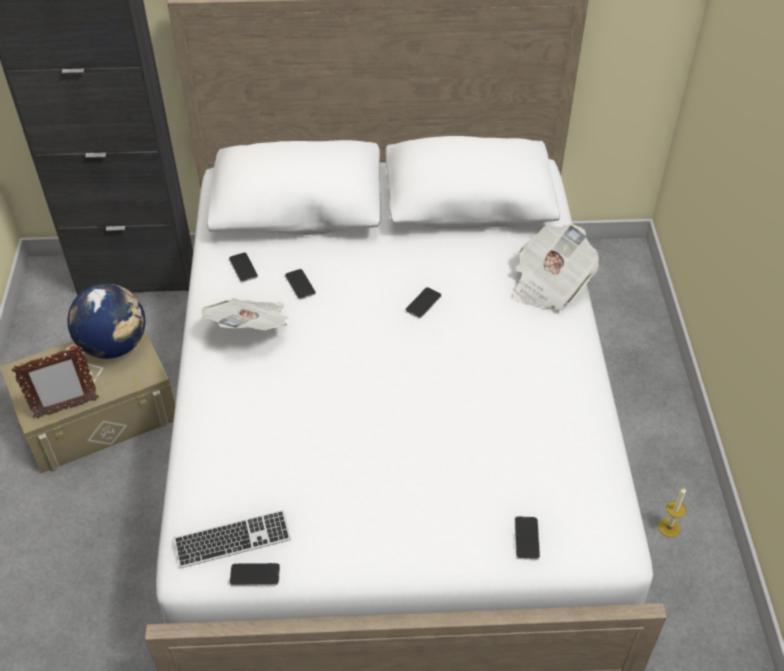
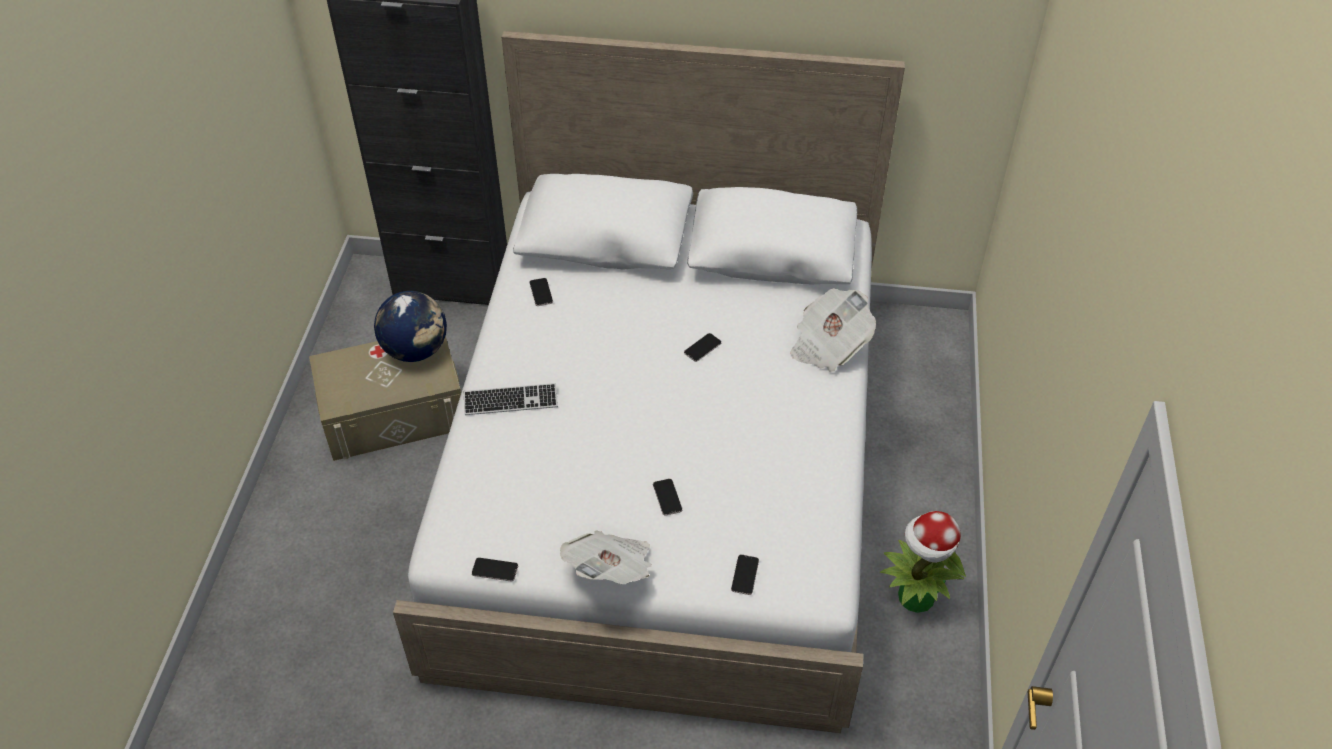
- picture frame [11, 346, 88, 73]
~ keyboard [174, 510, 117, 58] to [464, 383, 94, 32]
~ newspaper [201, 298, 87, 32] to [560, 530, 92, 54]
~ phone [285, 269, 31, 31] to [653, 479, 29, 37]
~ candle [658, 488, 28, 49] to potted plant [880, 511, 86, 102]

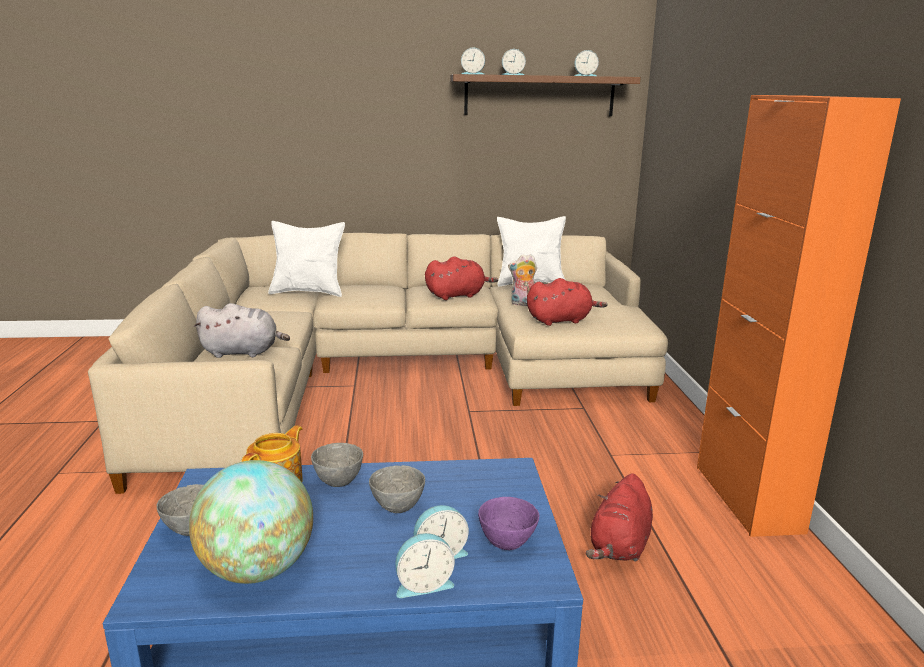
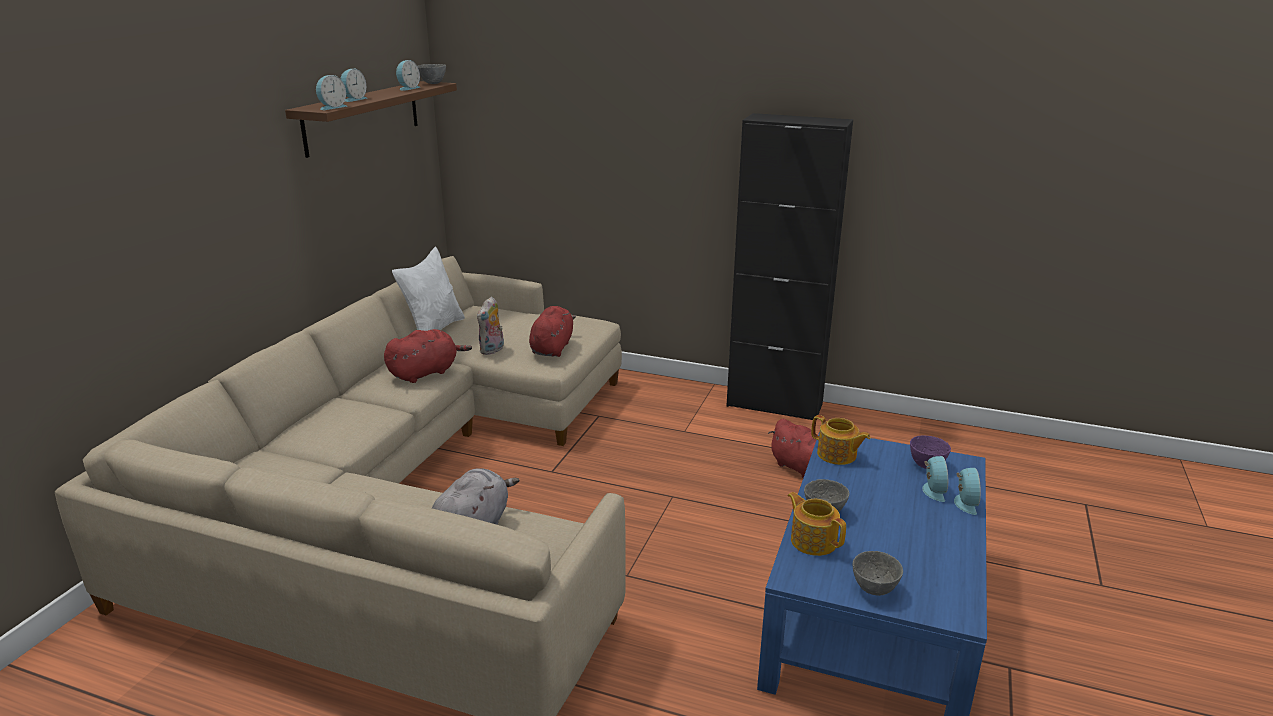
- globe [189, 460, 124, 124]
- white pillow [268, 221, 77, 76]
~ grey bowl [369, 465, 56, 48] to [418, 64, 28, 20]
~ red plush toy [425, 257, 73, 43] = [384, 329, 88, 54] 45 degrees clockwise
~ orange cabinet [697, 95, 204, 442] to black cabinet [726, 113, 127, 308]
+ teapot [811, 415, 60, 50]

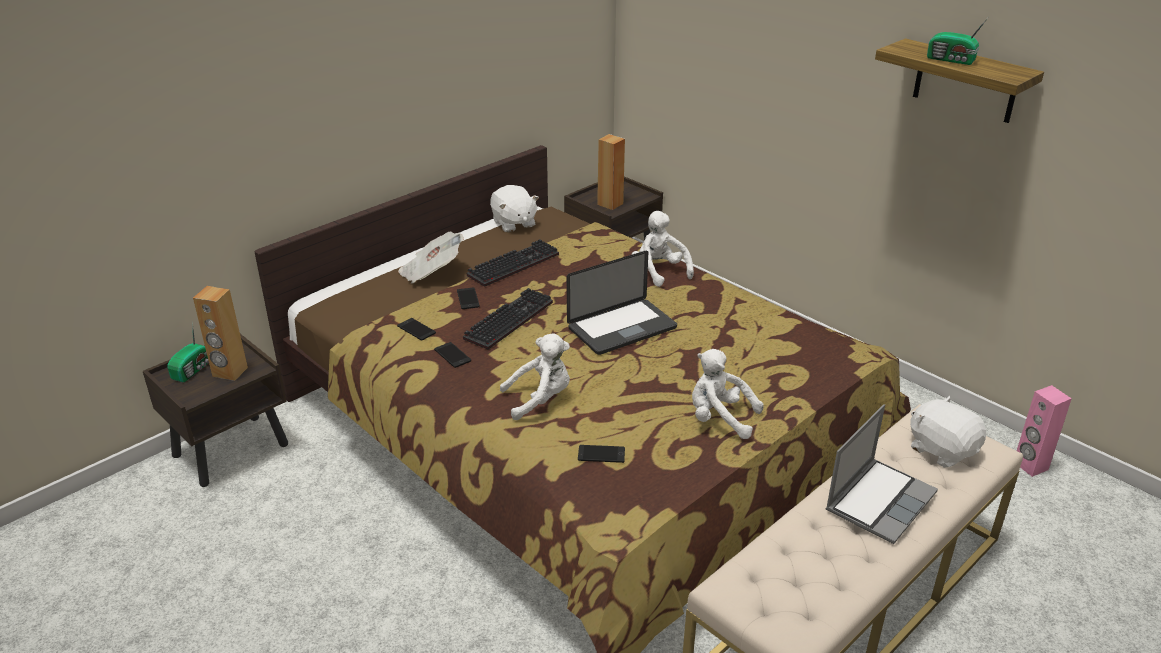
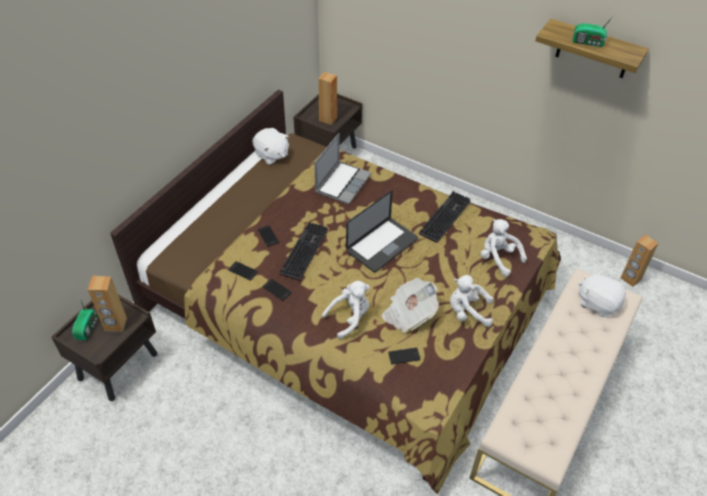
~ newspaper [398, 231, 66, 53] to [382, 278, 57, 55]
~ keyboard [467, 239, 92, 48] to [419, 191, 52, 52]
~ white plush toy [631, 211, 63, 76] to [481, 219, 46, 58]
~ laptop [826, 404, 112, 140] to [314, 133, 57, 71]
~ pink speaker [1017, 385, 55, 92] to brown speaker [620, 234, 38, 53]

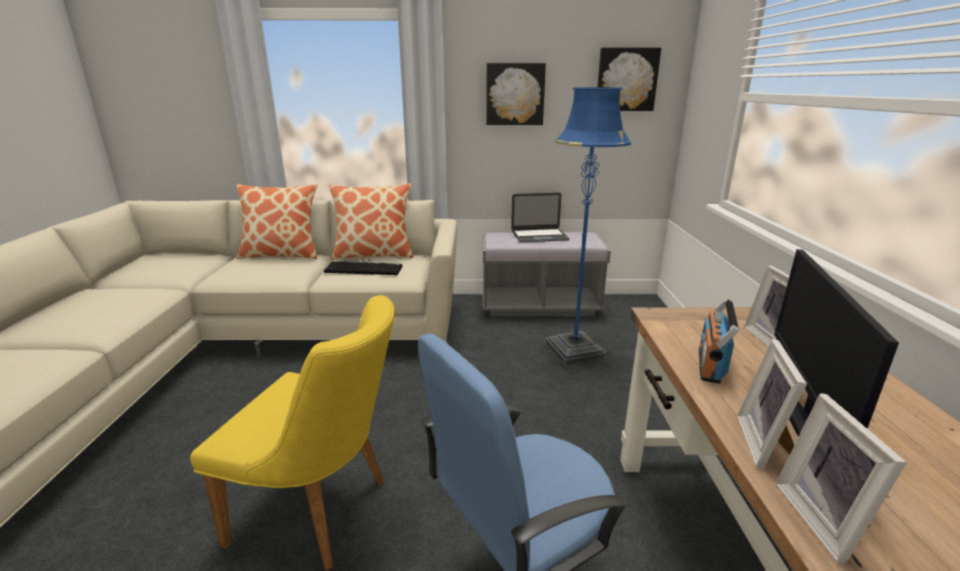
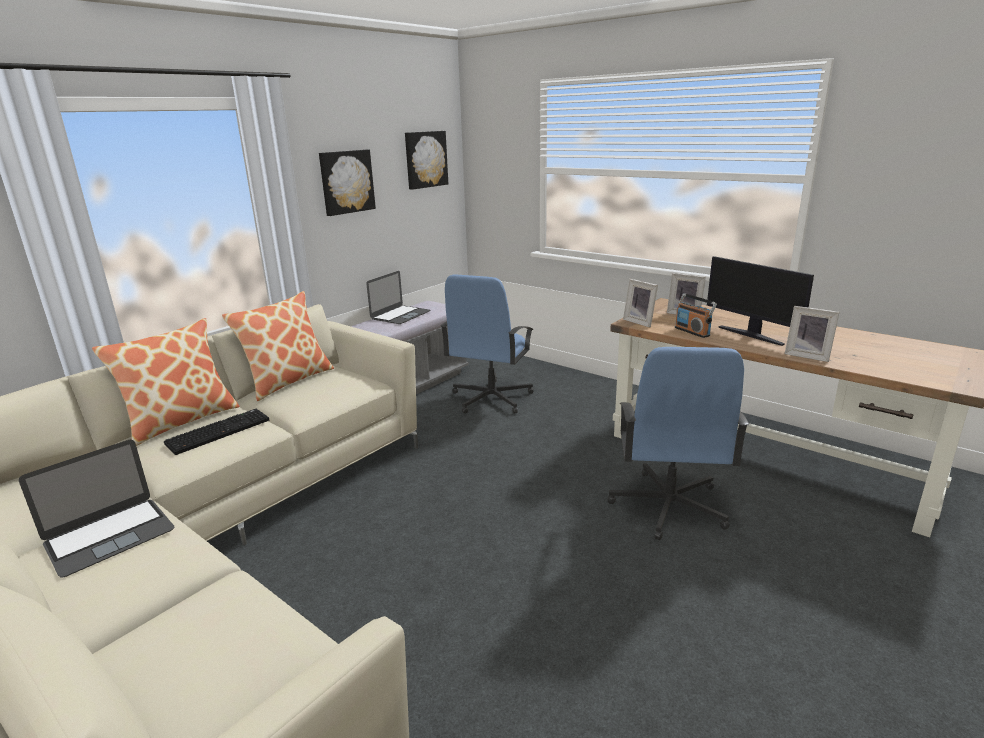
- yellow chair [190, 295, 204, 276]
~ keyboard [324, 261, 79, 14] to [164, 409, 105, 46]
~ blue floor lamp [545, 87, 86, 279] to blue office chair [440, 275, 94, 139]
~ picture frame [737, 339, 70, 130] to [623, 279, 35, 48]
+ laptop [19, 439, 155, 139]

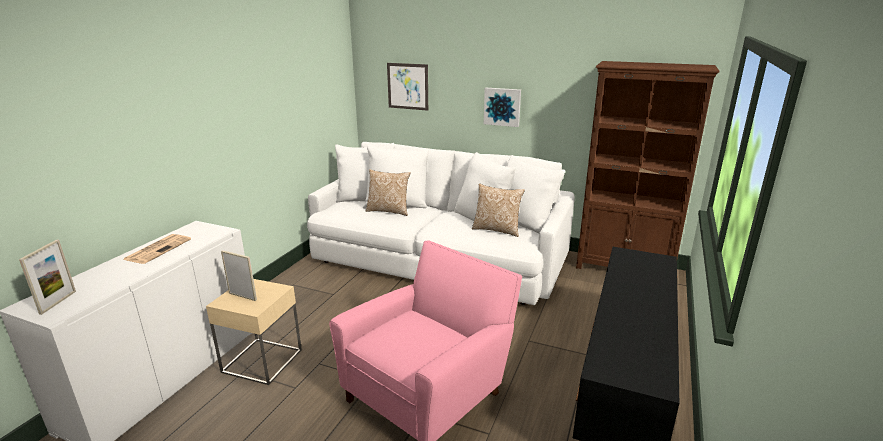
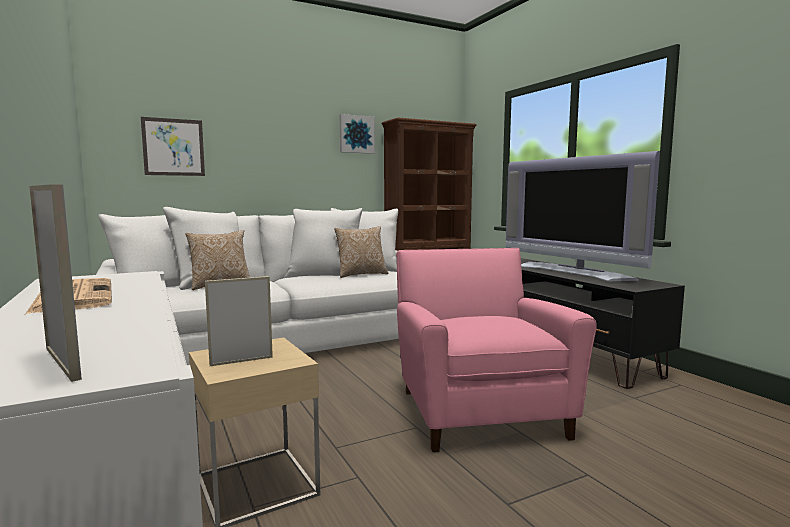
~ picture [484, 88, 37, 39] to [340, 114, 35, 40]
+ television [506, 151, 154, 130]

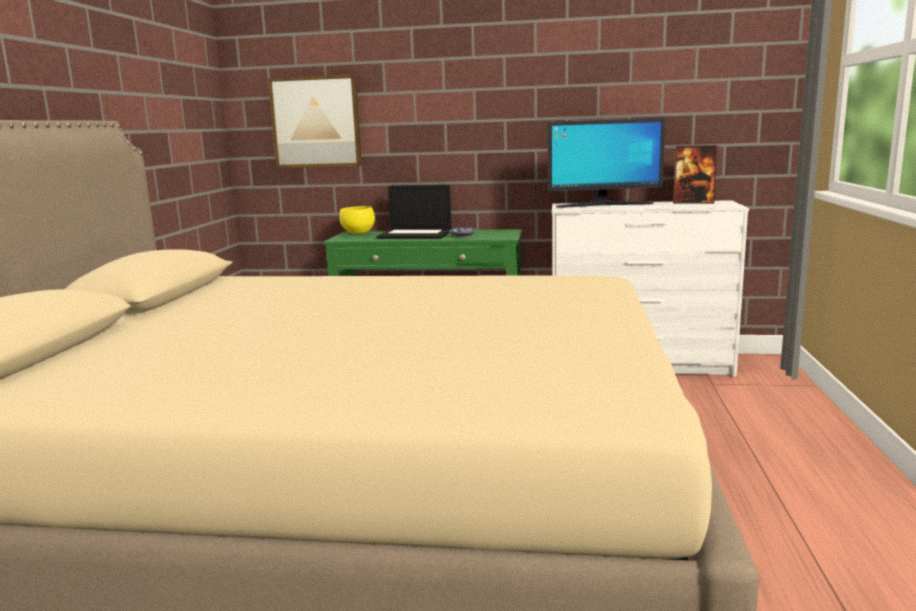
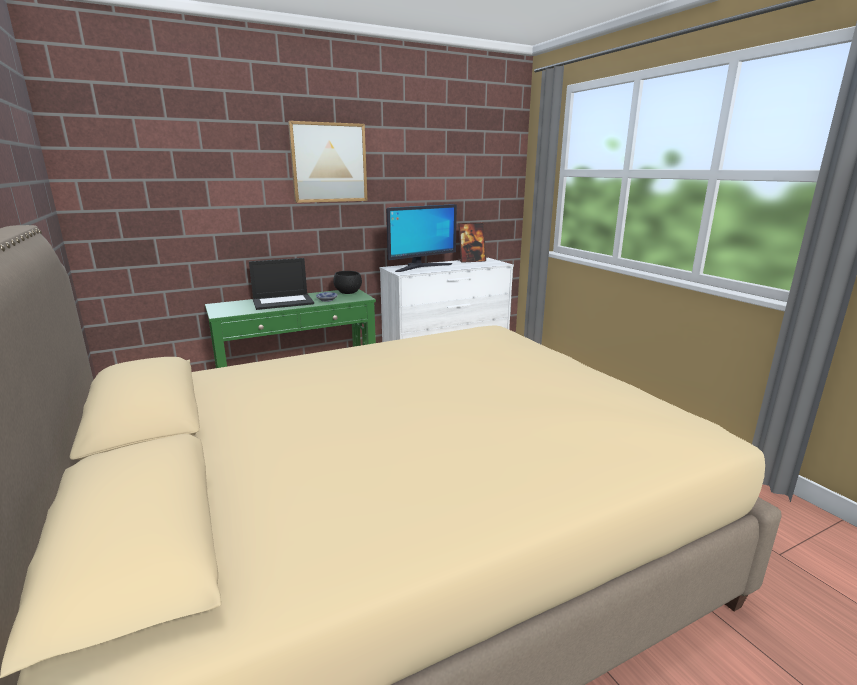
~ picture [268, 74, 94, 94] to [288, 121, 80, 82]
- yellow bowl [339, 206, 36, 28]
+ black bowl [333, 271, 29, 23]

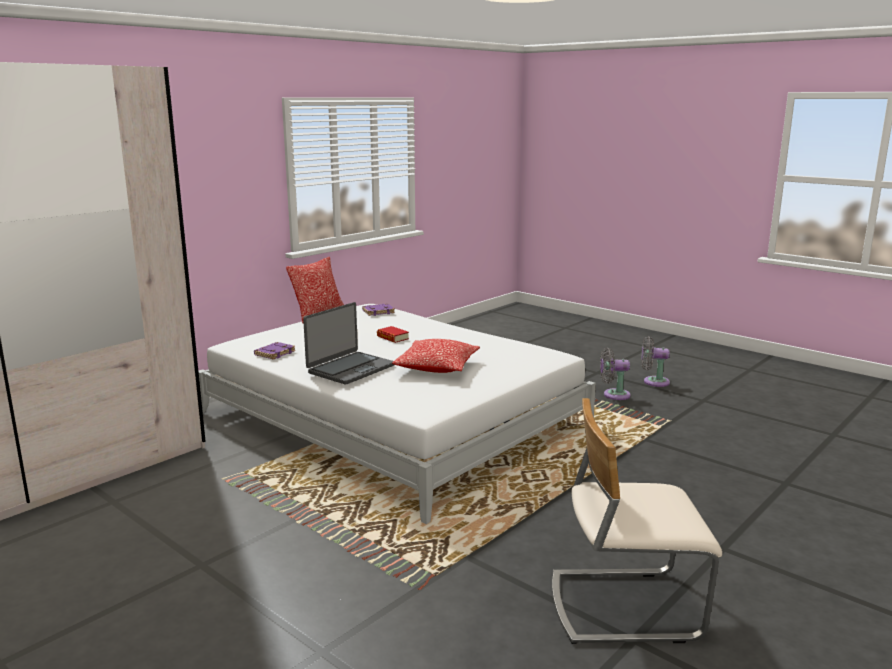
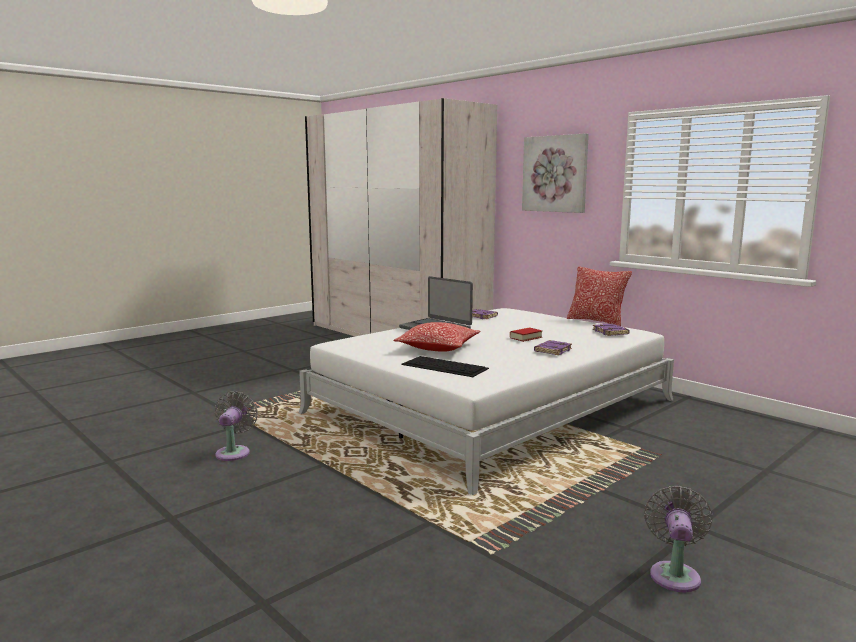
- beige chair [552, 398, 170, 246]
~ grey fan [600, 348, 31, 52] to [215, 391, 43, 70]
+ keyboard [401, 356, 88, 21]
+ picture [522, 134, 67, 79]
+ purple book [534, 340, 38, 15]

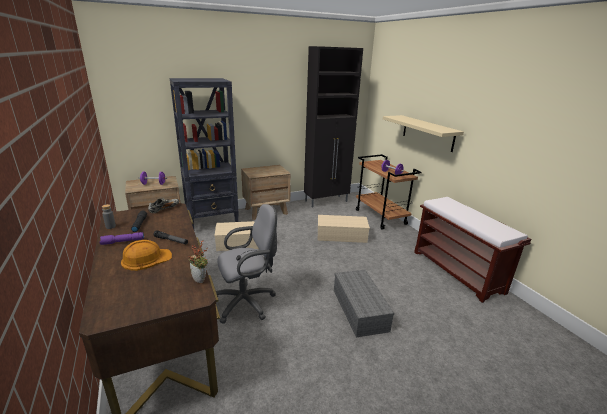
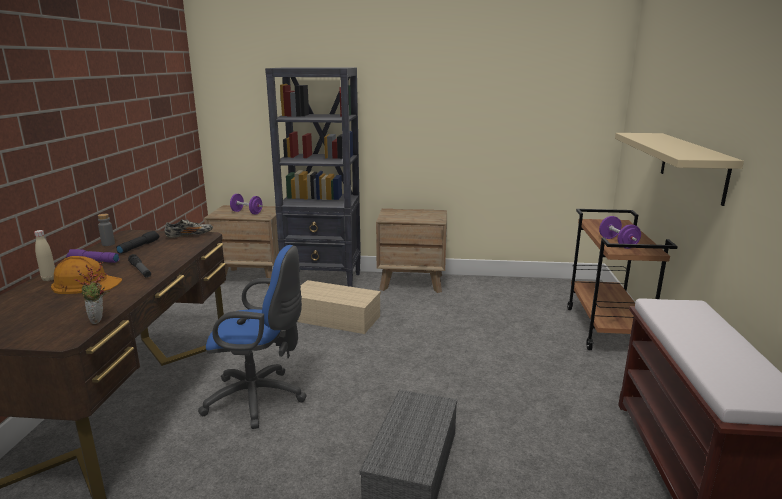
~ grey office chair [216, 204, 61, 120] to blue office chair [198, 245, 109, 184]
- black cabinet [304, 46, 59, 161]
- beige storage box [318, 215, 52, 28]
+ beige bottle [34, 230, 21, 51]

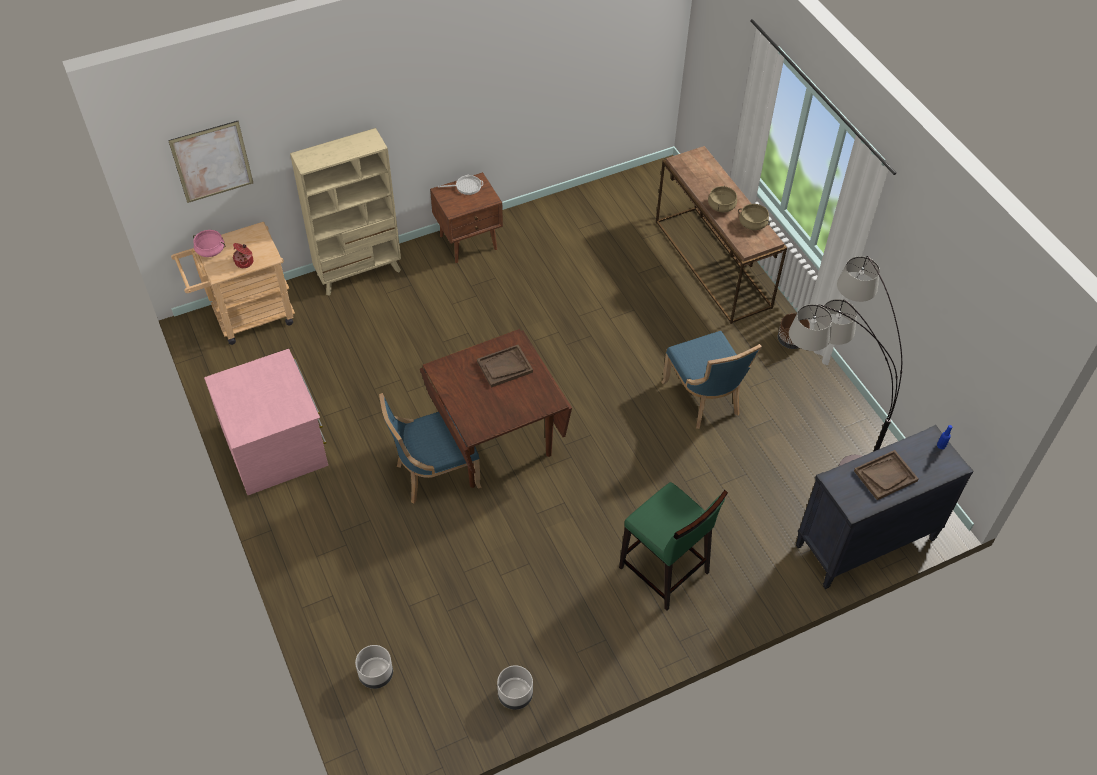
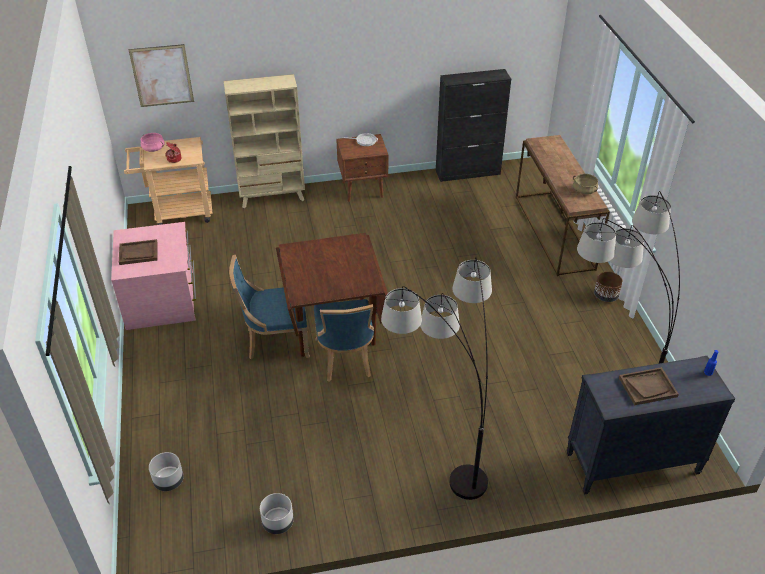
~ brown tray [477, 345, 56, 43] to [119, 239, 39, 26]
~ green stool [619, 482, 109, 129] to floor lamp [381, 257, 111, 243]
~ blue chair [661, 331, 101, 98] to [314, 299, 60, 83]
- beige cooking pot [708, 185, 29, 27]
+ black cabinet [436, 69, 75, 113]

